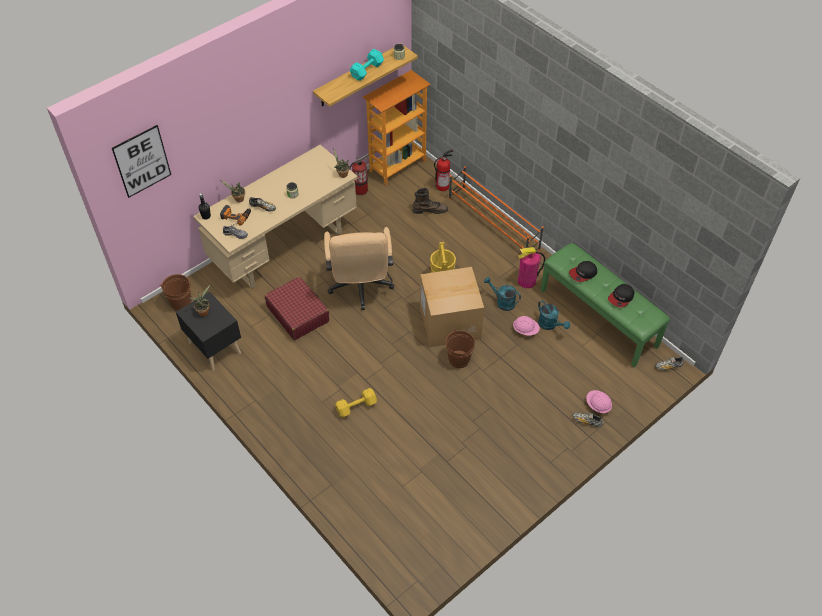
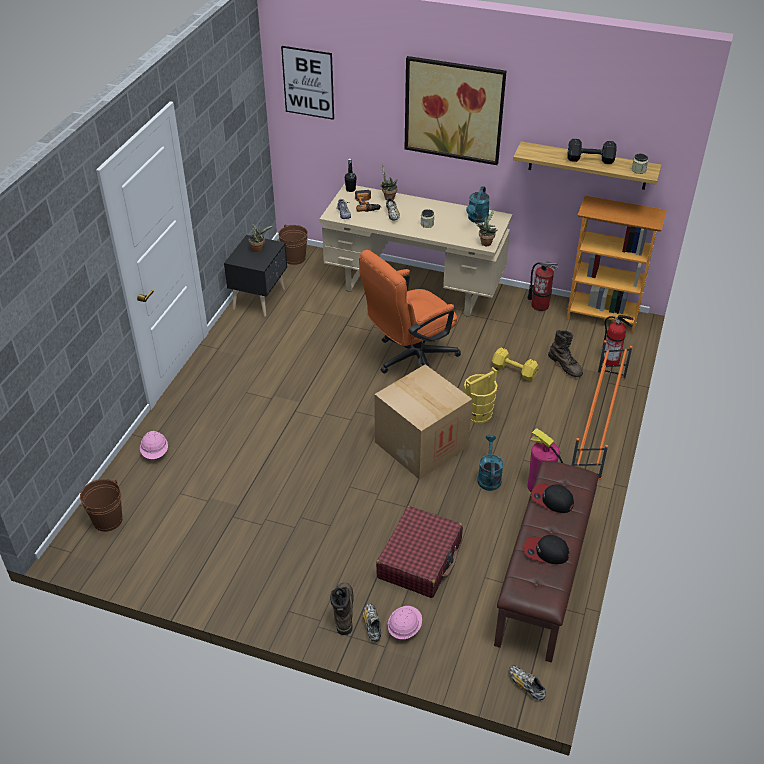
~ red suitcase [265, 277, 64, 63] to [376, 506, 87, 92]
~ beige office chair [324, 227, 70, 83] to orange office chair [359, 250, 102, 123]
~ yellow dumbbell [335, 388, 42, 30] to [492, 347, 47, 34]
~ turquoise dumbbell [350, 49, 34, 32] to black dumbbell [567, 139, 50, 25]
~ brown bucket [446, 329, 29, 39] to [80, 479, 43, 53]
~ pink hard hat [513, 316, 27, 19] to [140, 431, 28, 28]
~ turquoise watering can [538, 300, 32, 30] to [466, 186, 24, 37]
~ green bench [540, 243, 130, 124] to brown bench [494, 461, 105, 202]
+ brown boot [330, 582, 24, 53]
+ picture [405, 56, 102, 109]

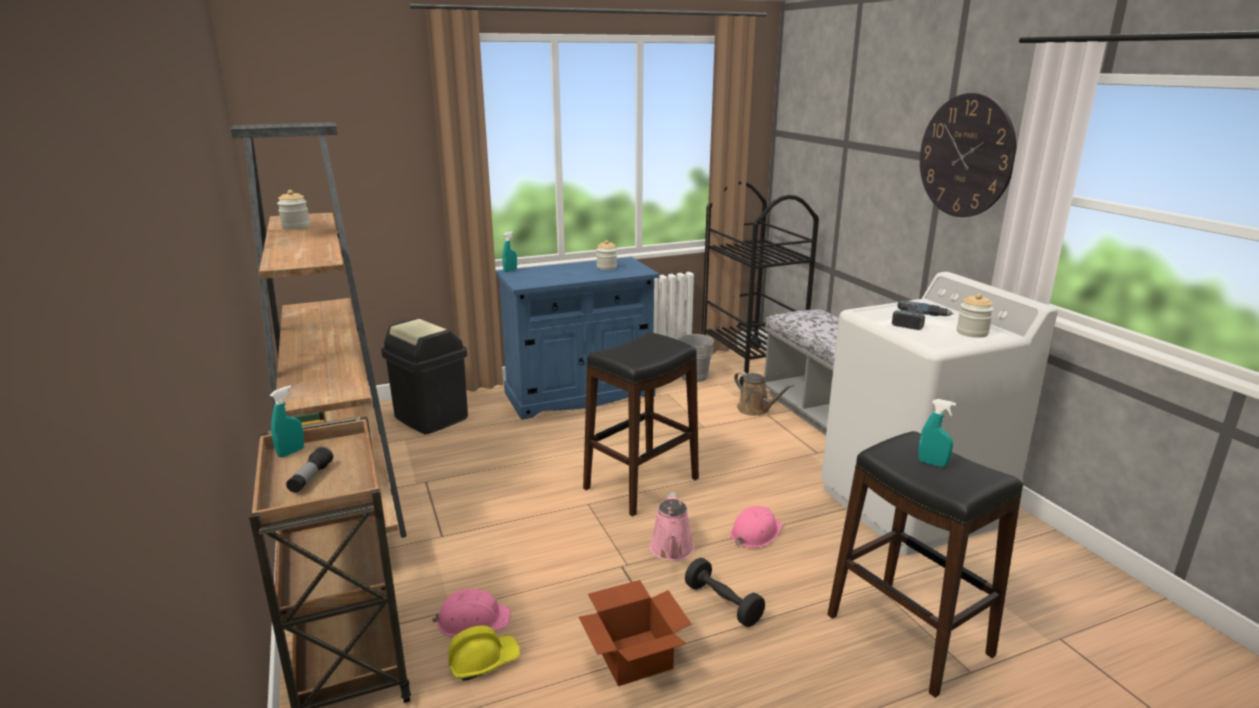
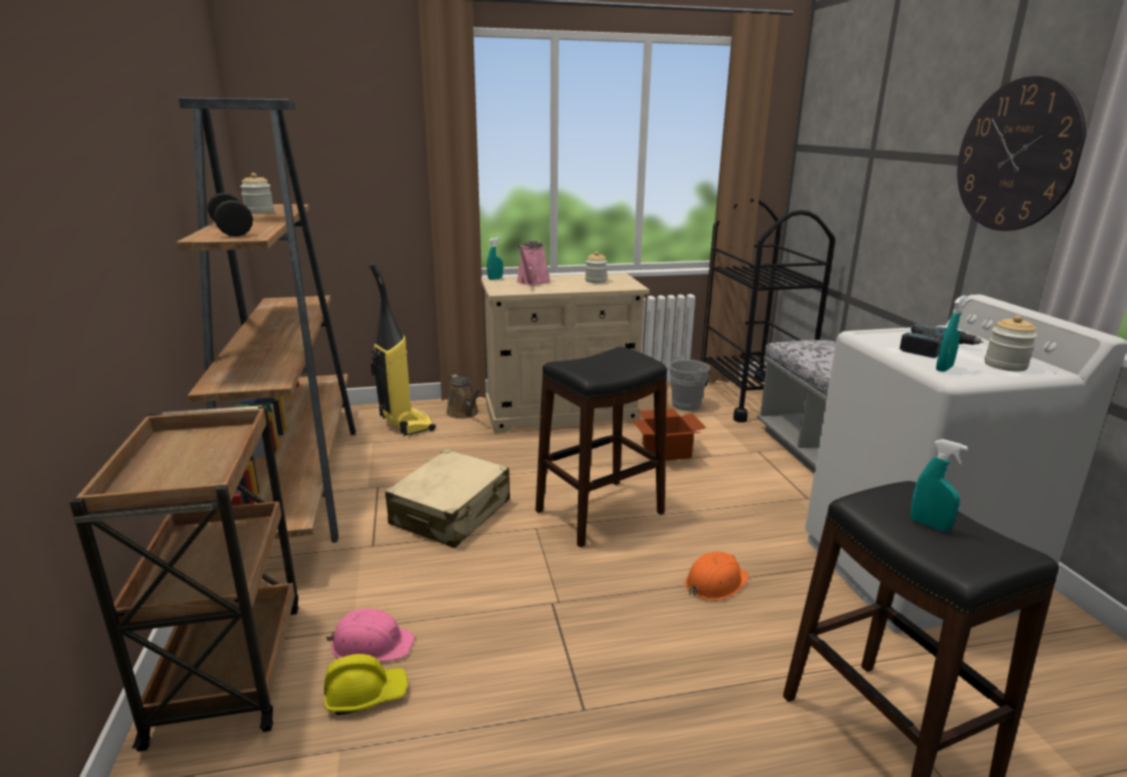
~ turquoise spray bottle [270, 386, 34, 71] to [936, 296, 30, 76]
- flashlight [286, 446, 47, 47]
~ black trash can [381, 318, 87, 116] to vacuum cleaner [368, 262, 68, 174]
~ blue cabinet [496, 257, 163, 163] to beige cabinet [481, 273, 168, 160]
~ cardboard box [579, 580, 113, 106] to [632, 408, 74, 53]
~ pink watering can [650, 492, 45, 69] to [516, 241, 35, 44]
~ black dumbbell [685, 558, 80, 69] to [208, 193, 45, 44]
~ pink hard hat [730, 506, 52, 42] to orange hard hat [685, 552, 64, 49]
~ brown watering can [734, 371, 60, 45] to [446, 374, 35, 45]
+ beige suitcase [385, 449, 125, 99]

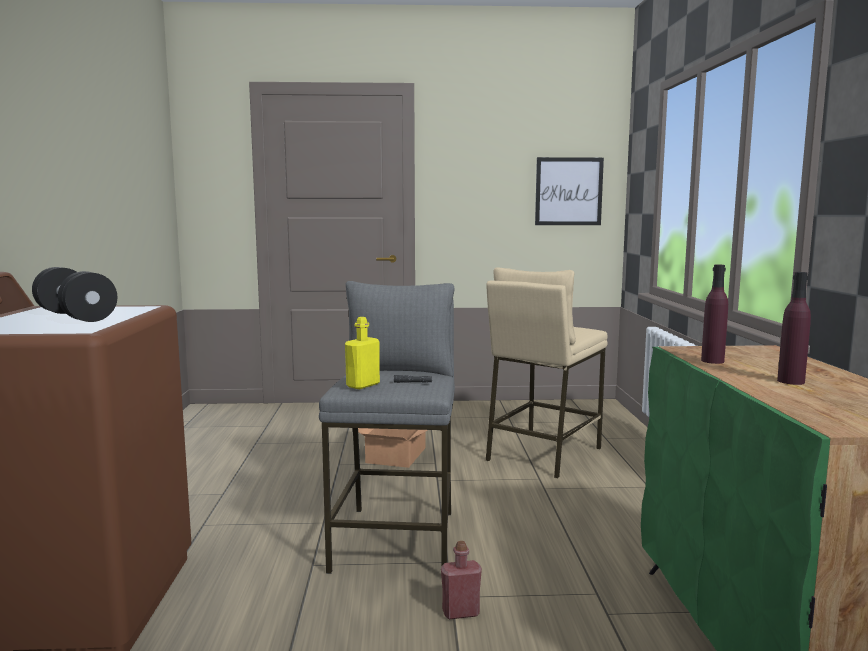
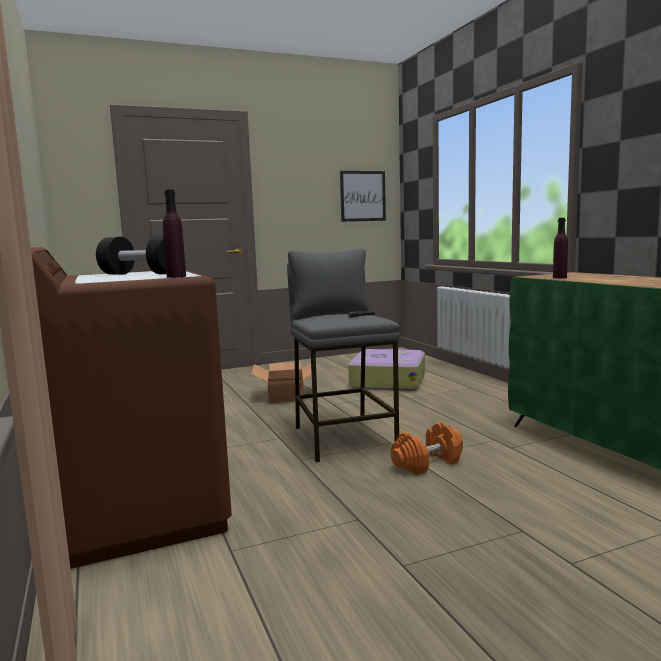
- yellow bottle [345, 317, 35, 72]
~ red bottle [441, 541, 41, 78] to orange dumbbell [391, 423, 72, 52]
~ beige stool [485, 268, 123, 211] to suitcase [348, 349, 77, 42]
~ purple bottle [777, 272, 34, 113] to [163, 190, 23, 88]

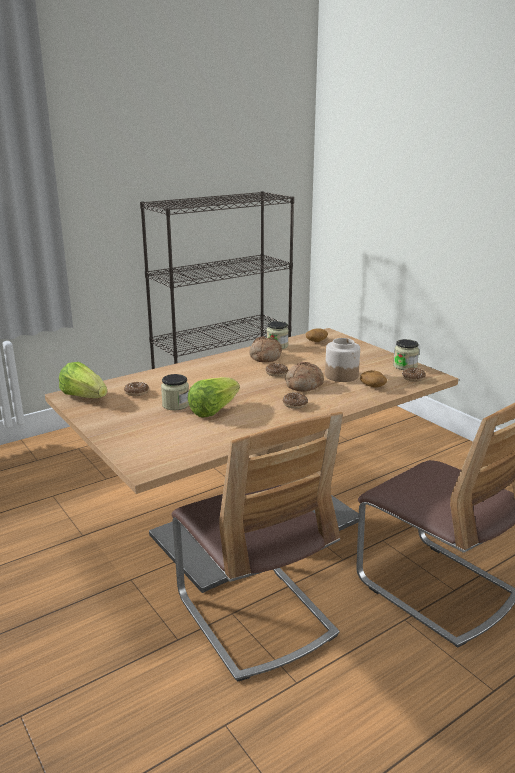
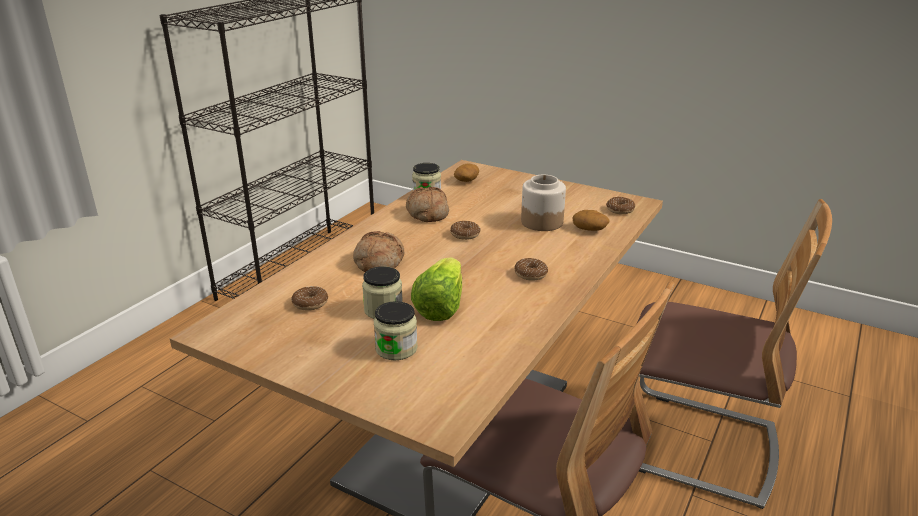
- lettuce [59, 362, 48, 36]
~ bread [285, 362, 39, 29] to [353, 231, 51, 41]
~ jar [393, 339, 26, 31] to [374, 301, 44, 59]

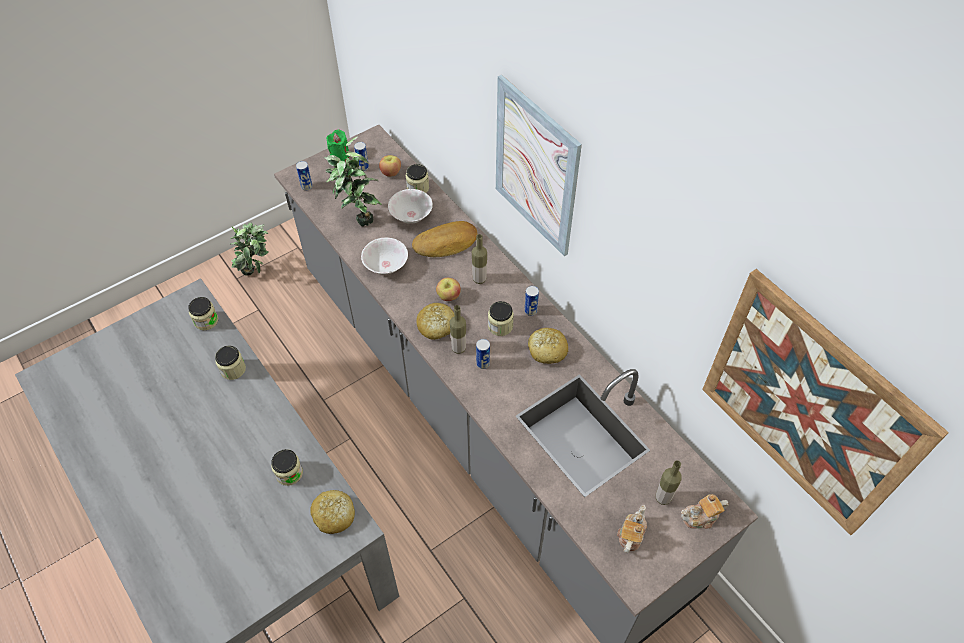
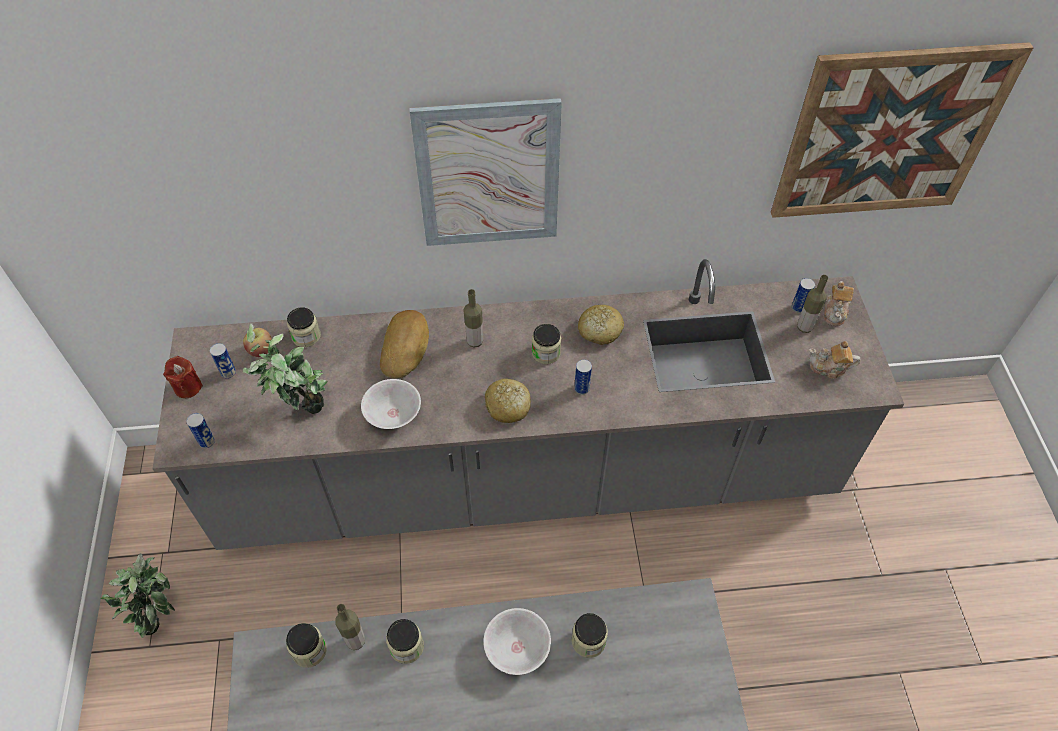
- bread [310, 490, 45, 44]
~ green candle [326, 129, 23, 32] to red candle [163, 356, 40, 42]
~ white bowl [388, 189, 45, 35] to [483, 608, 68, 67]
- apple [436, 278, 25, 23]
~ bottle [450, 305, 16, 49] to [335, 604, 30, 46]
~ can [524, 286, 15, 30] to [792, 278, 23, 35]
~ teapot [617, 505, 30, 48] = [809, 341, 51, 38] 45 degrees counterclockwise

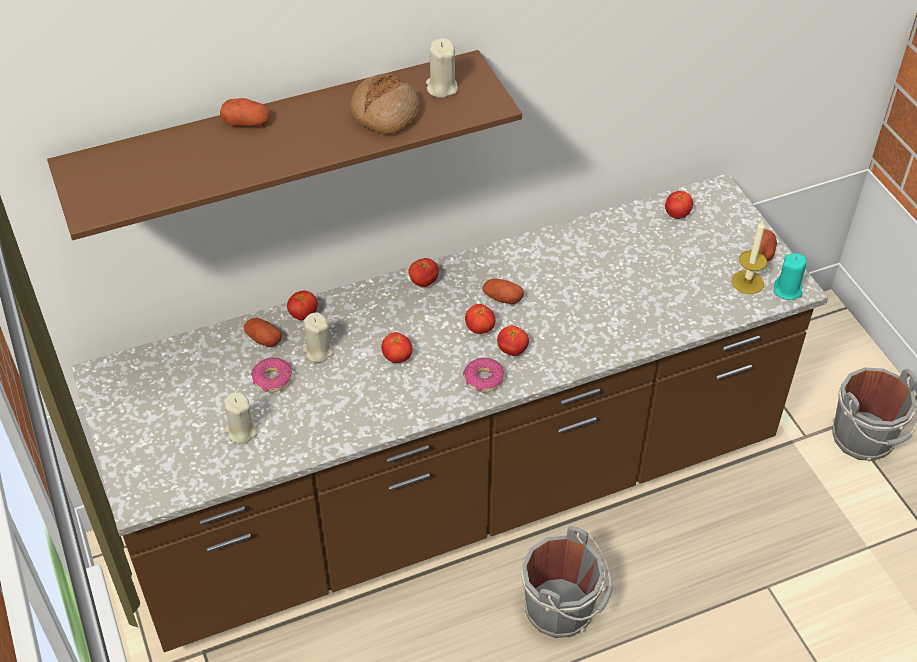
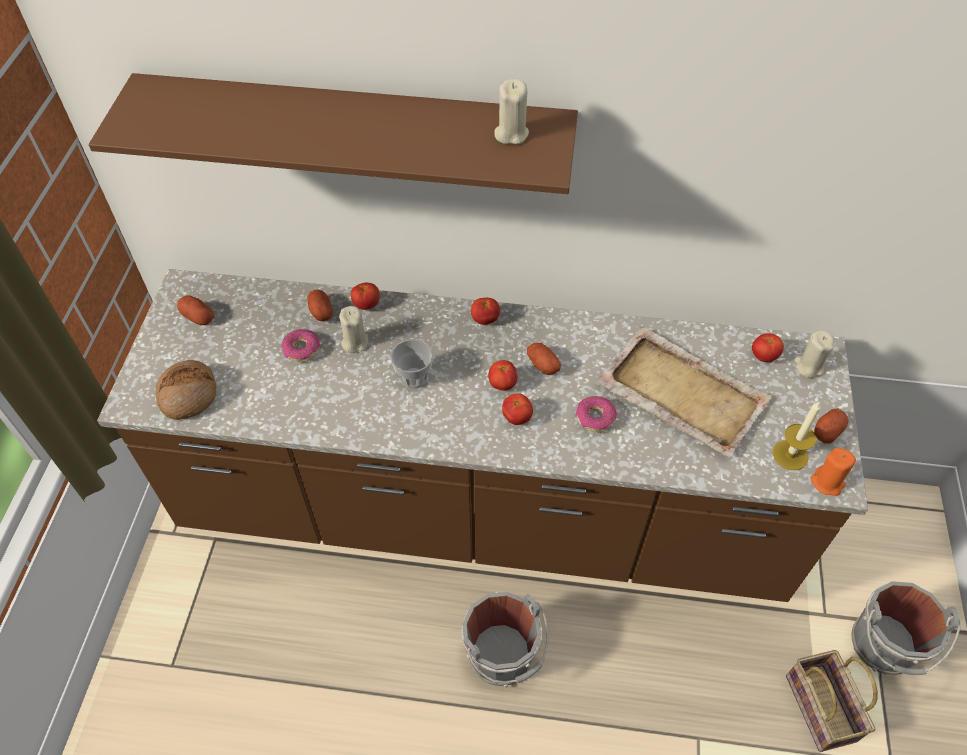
~ potato [220, 98, 50, 29] to [177, 295, 37, 30]
~ beige candle [223, 392, 35, 52] to [794, 330, 40, 48]
~ bread [350, 73, 69, 61] to [156, 360, 60, 60]
~ tomato [381, 332, 31, 31] to cup [391, 339, 42, 50]
~ donut [463, 358, 41, 35] to [575, 396, 42, 37]
~ turquoise candle [773, 253, 34, 47] to orange candle [810, 448, 46, 48]
+ beige tray [596, 326, 176, 131]
+ basket [786, 650, 92, 102]

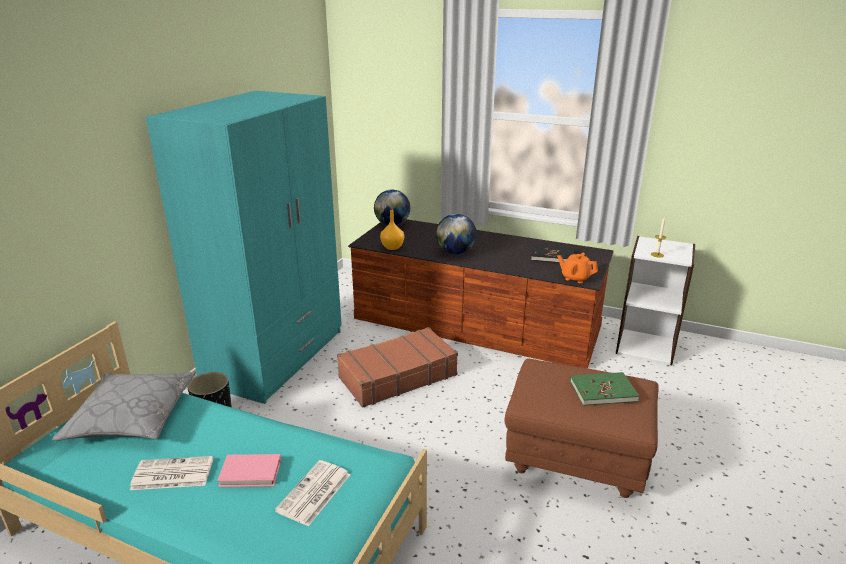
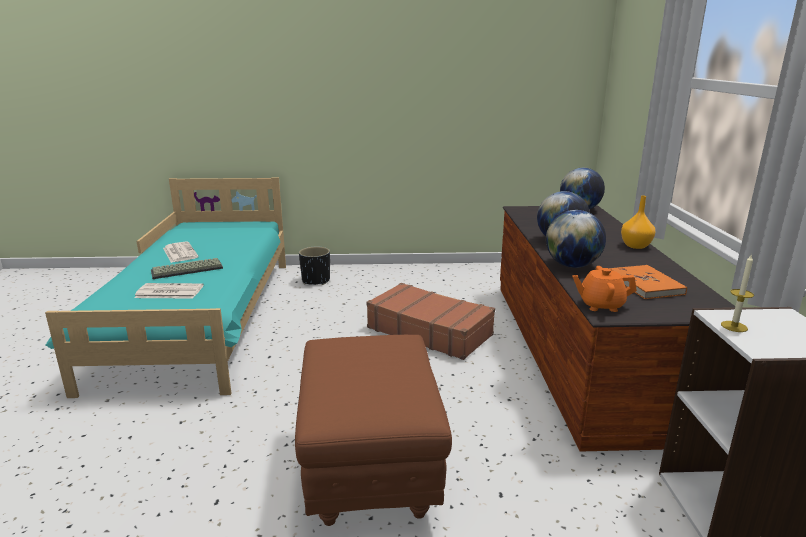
- grey pillow [52, 372, 144, 69]
- turquoise wardrobe [146, 91, 196, 313]
~ pink book [217, 454, 64, 33] to keyboard [151, 258, 72, 21]
~ orange vase [380, 210, 24, 40] to [621, 196, 34, 53]
~ black book [531, 244, 43, 19] to orange book [609, 265, 78, 34]
~ orange teapot [557, 253, 41, 30] = [572, 266, 65, 46] 90 degrees counterclockwise
- green book [570, 372, 70, 34]
+ globe [546, 210, 60, 58]

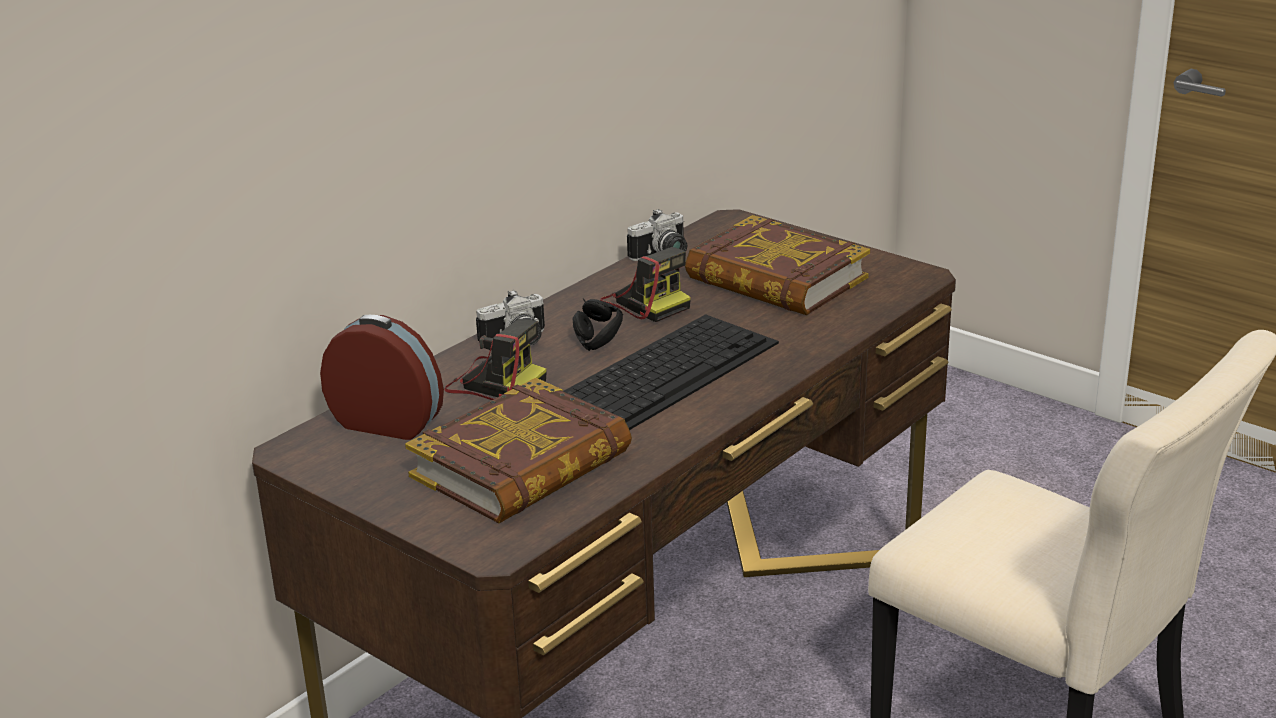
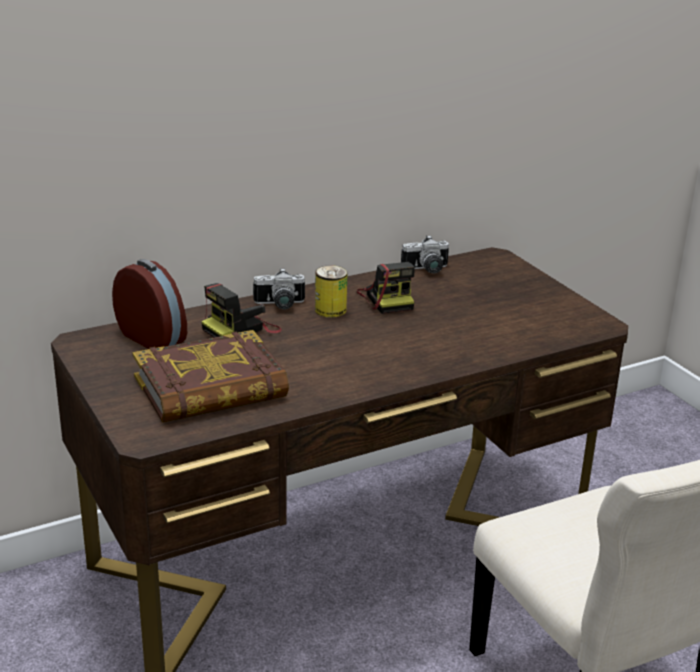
~ photo camera [444, 319, 103, 81] = [201, 283, 81, 54] 90 degrees clockwise
- keyboard [563, 314, 216, 116]
~ black headphones [573, 298, 50, 53] to can [315, 265, 32, 53]
- book [685, 215, 185, 100]

